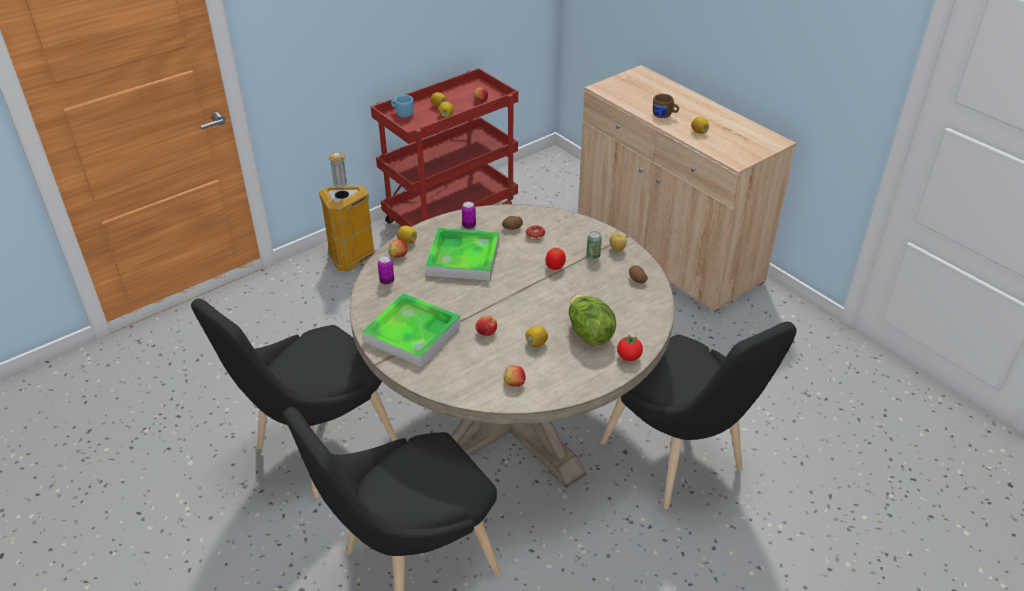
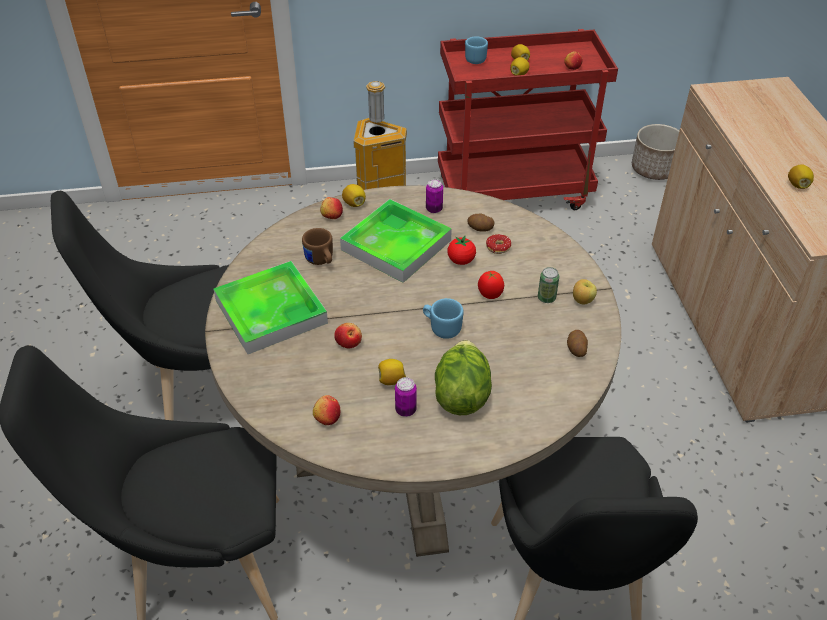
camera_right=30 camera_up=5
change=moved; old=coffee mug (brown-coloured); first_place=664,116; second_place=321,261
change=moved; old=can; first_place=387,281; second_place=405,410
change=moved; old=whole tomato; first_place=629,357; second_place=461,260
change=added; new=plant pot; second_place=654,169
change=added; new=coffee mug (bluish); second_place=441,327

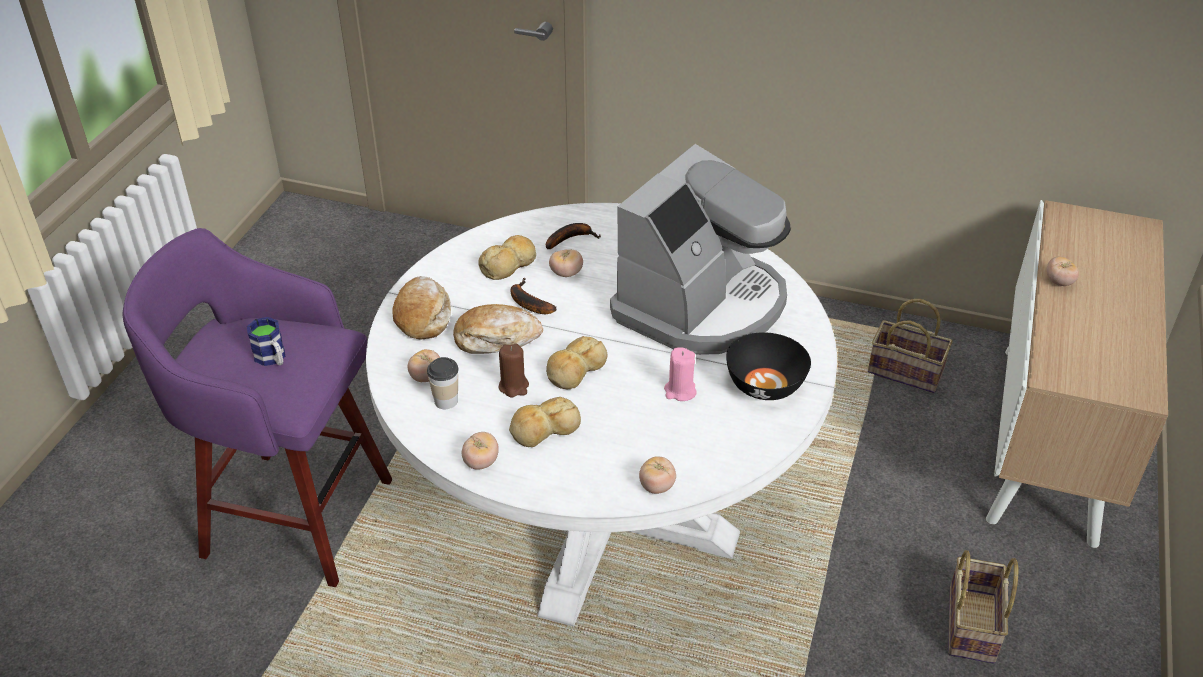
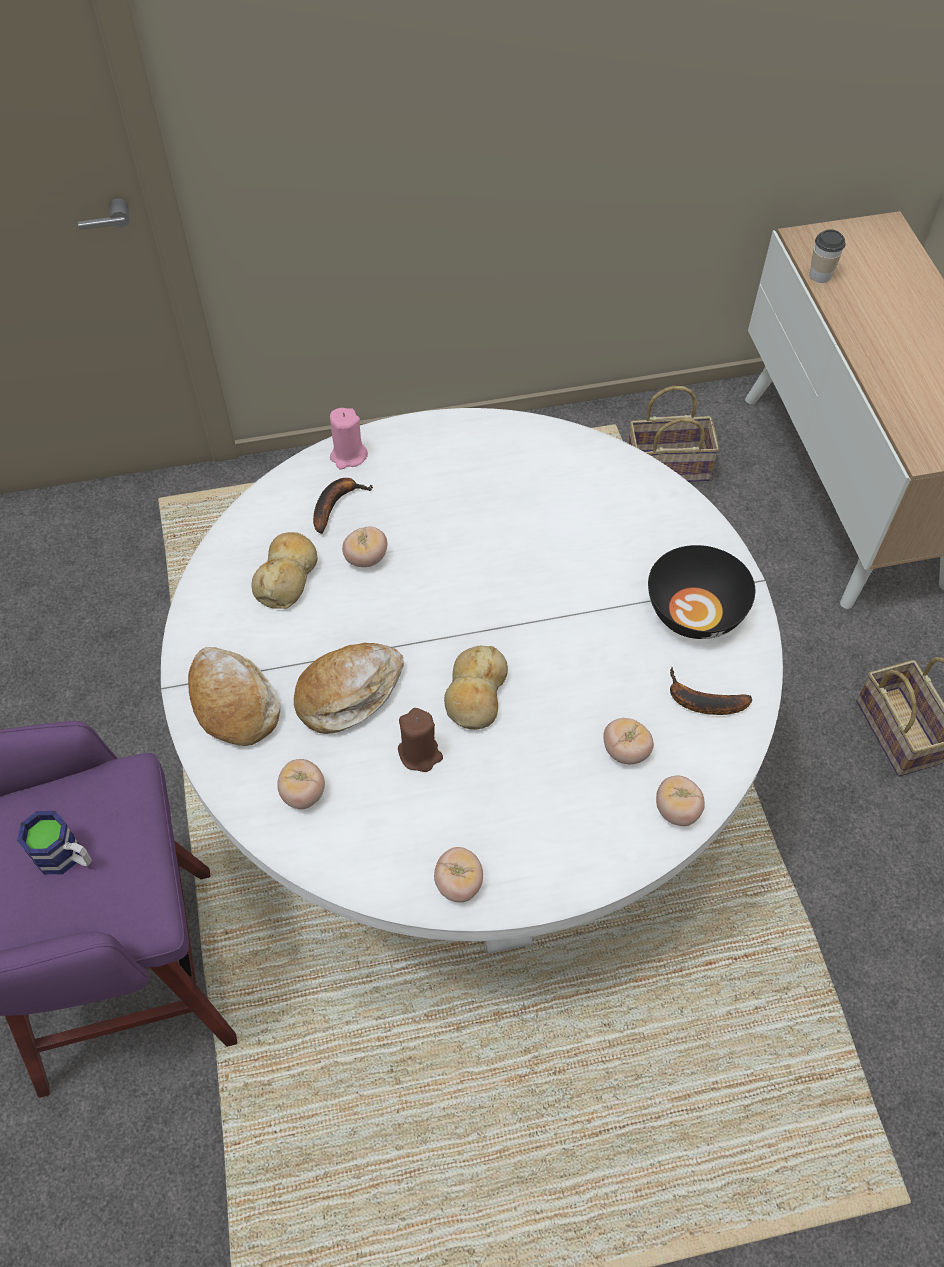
camera_right=-30 camera_up=15
change=removed; old=coffee maker; first_place=702,305
change=moved; old=whole tomato; first_place=1059,282; second_place=625,751
change=moved; old=banana fruit; first_place=527,302; second_place=701,702
change=moved; old=candle (pink); first_place=680,391; second_place=348,456
change=moved; old=cup; first_place=446,401; second_place=820,275
change=removed; old=bread; first_place=544,429

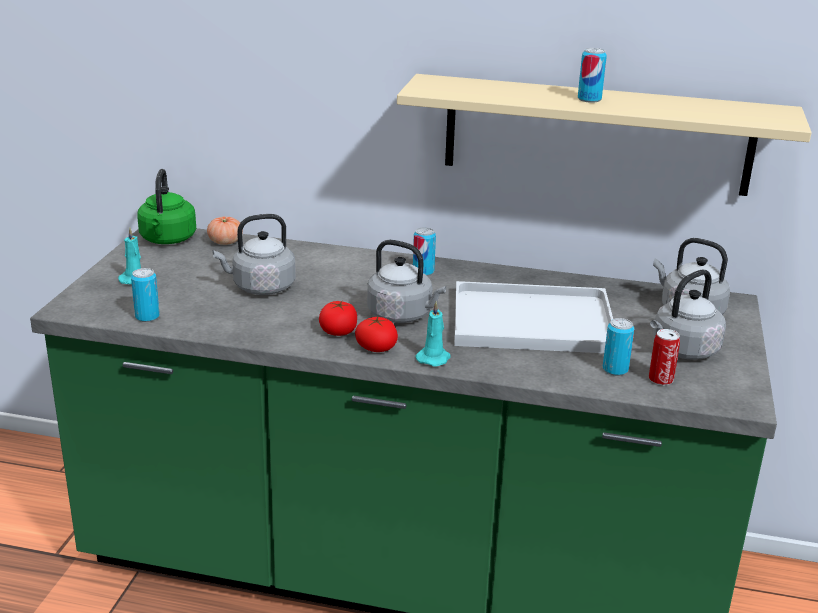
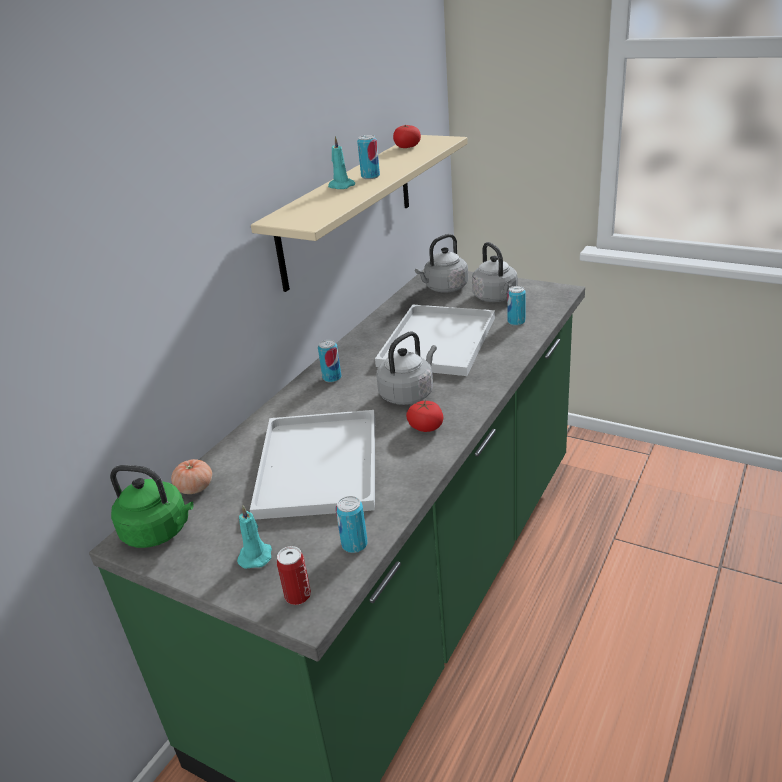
camera_right=-70 camera_up=5
change=replaced; old=tea kettle (grey); new=serving tray (whitish); first_place=260,287; second_place=320,466
change=moved; old=candle (turquoise-coloured); first_place=434,358; second_place=340,186
change=moved; old=whole tomato; first_place=376,347; second_place=407,147
change=moved; old=can; first_place=660,380; second_place=298,596

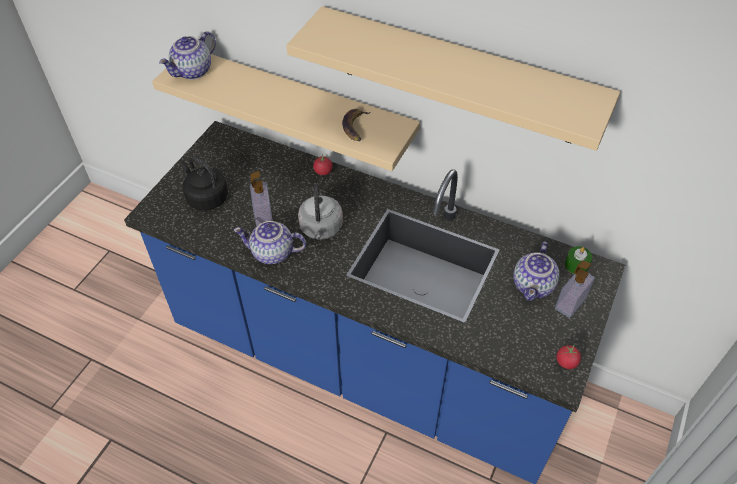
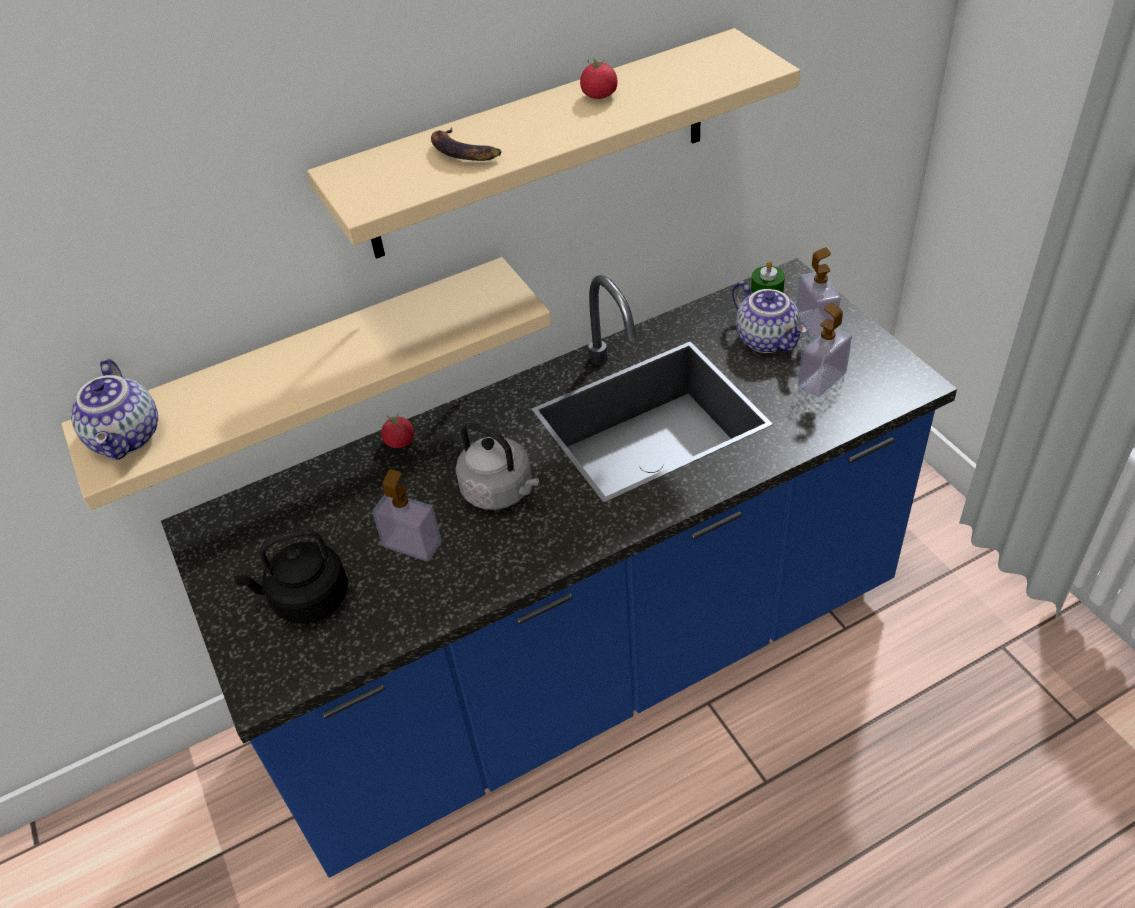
camera_right=-50 camera_up=-5
change=moved; old=banana fruit; first_place=355,127; second_place=464,151
change=removed; old=pot for tea; first_place=272,253
change=moved; old=whole tomato; first_place=566,362; second_place=599,96
change=added; new=soap dispenser; second_place=822,380

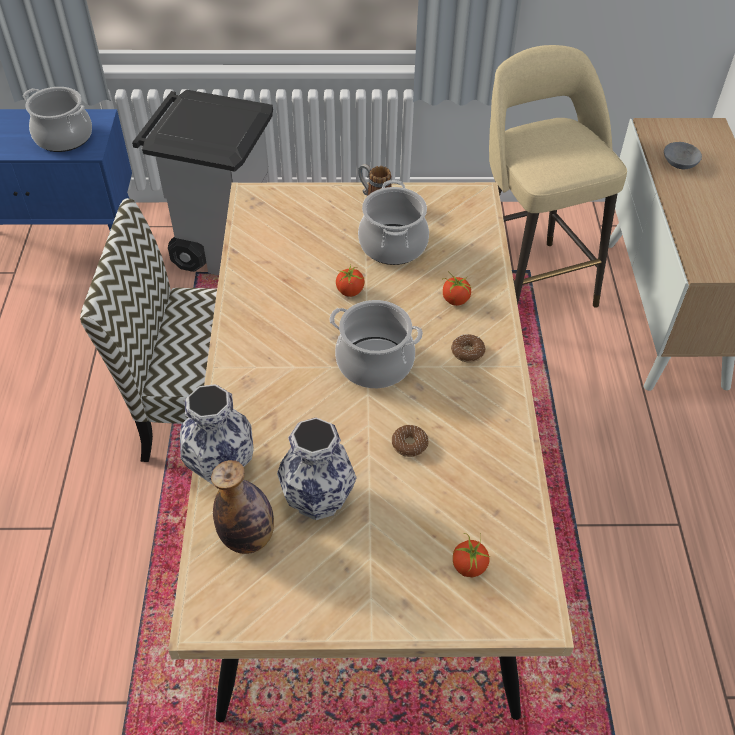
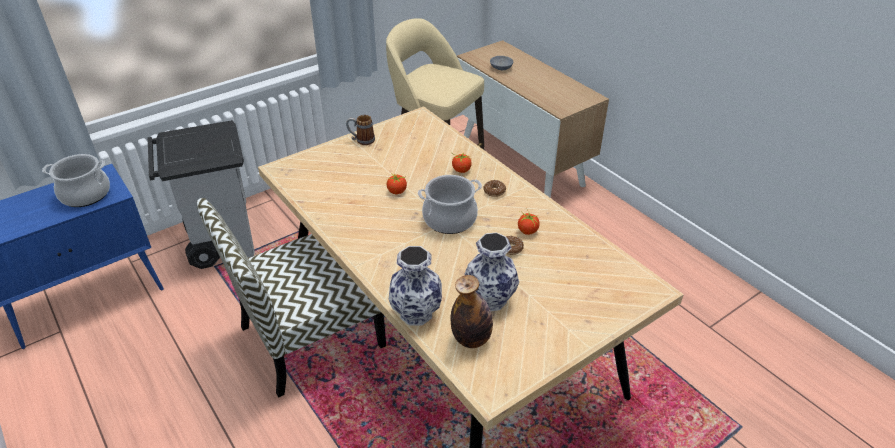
camera_right=-35 camera_up=-10
change=removed; old=saucepot; first_place=393,245
change=moved; old=whole tomato; first_place=469,566; second_place=527,231

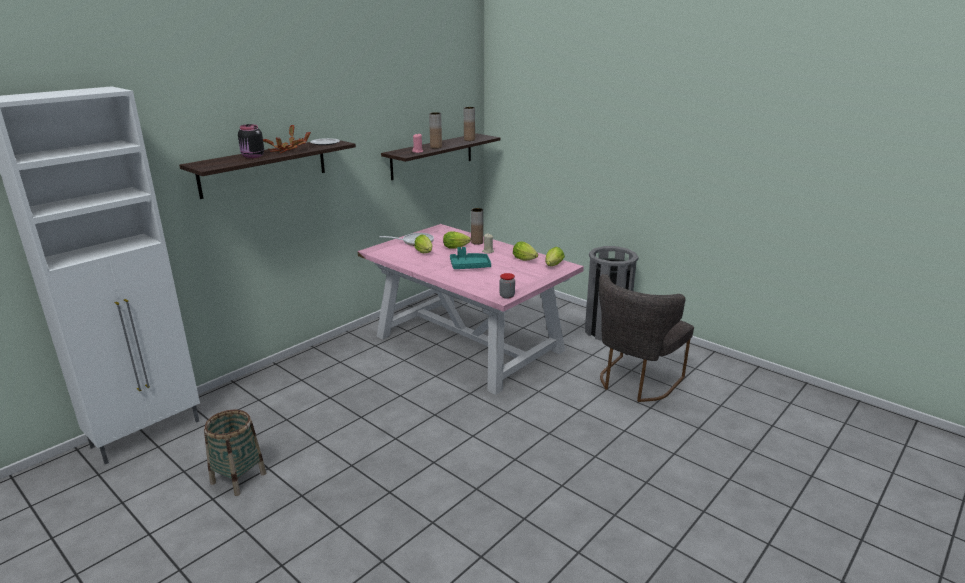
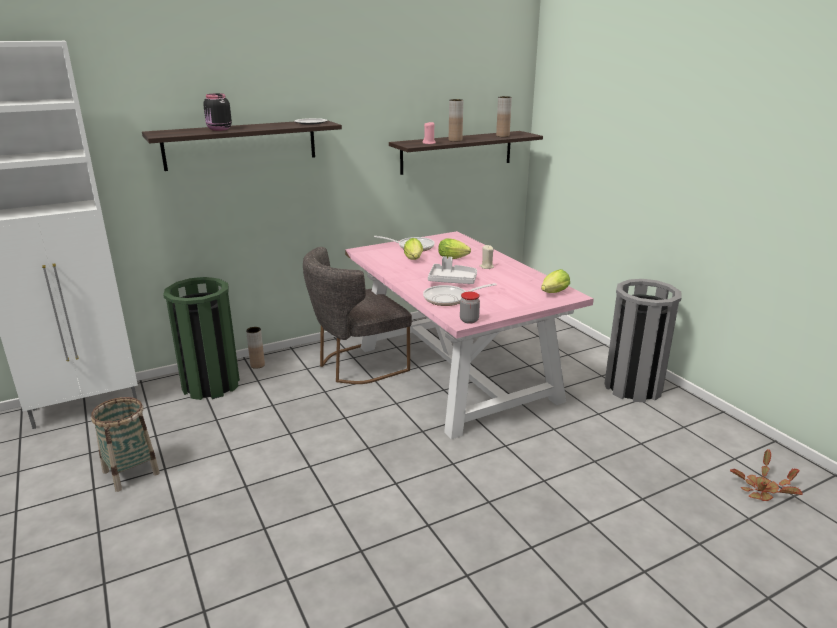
camera_right=20 camera_up=0
change=moved; old=plant in a pot; first_place=286,150; second_place=762,490
change=moved; old=vase (brown-coloured); first_place=477,242; second_place=257,365
change=removed; old=lettuce head; first_place=526,260
change=recoloured; old=serving tray (turquoise-coloured); new=serving tray (grey); first_place=469,266; second_place=452,280
change=moved; old=chair (grey); first_place=635,382; second_place=357,366
change=added; new=trash can (greenish); second_place=211,385
change=added; new=frying pan; second_place=449,299

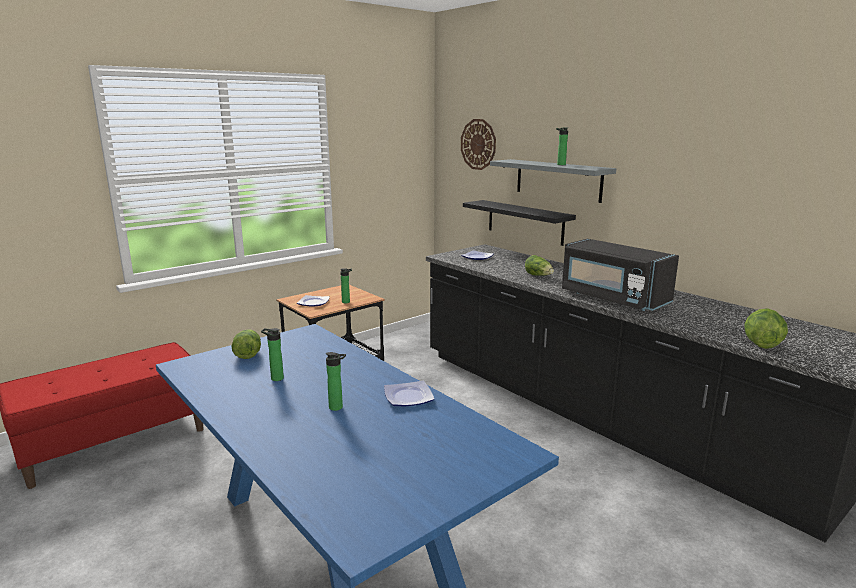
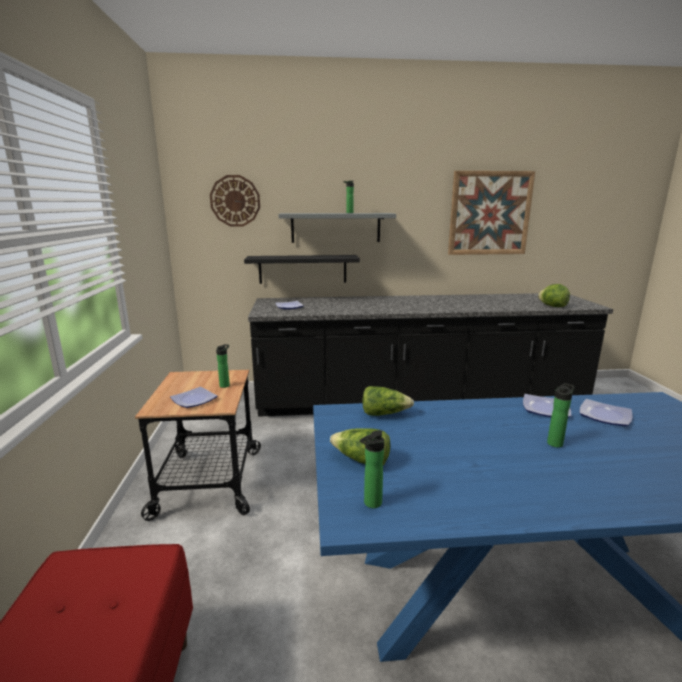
camera_right=-55 camera_up=0
change=removed; old=kitchen microwave (black); first_place=612,298
change=moved; old=lettuce head; first_place=539,276; second_place=384,414
change=moved; old=bottle; first_place=275,378; second_place=371,504
change=added; new=wall art; second_place=489,213
change=added; new=flat dish; second_place=603,415

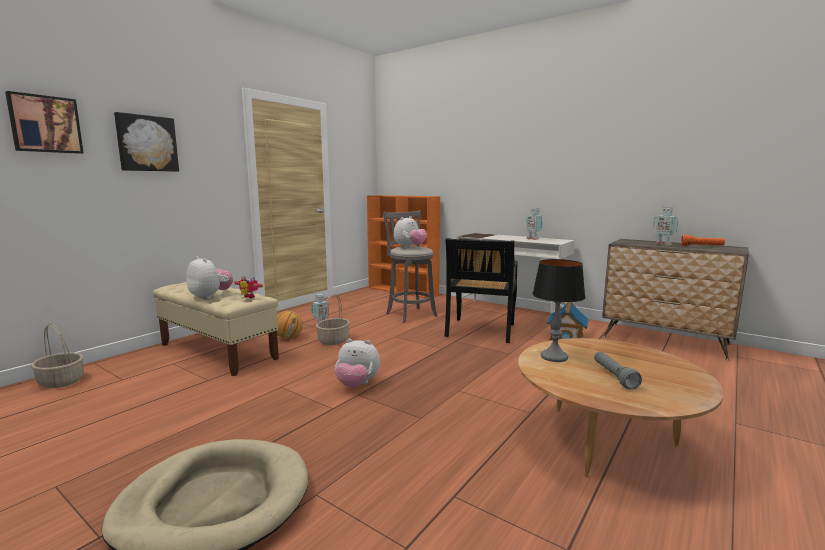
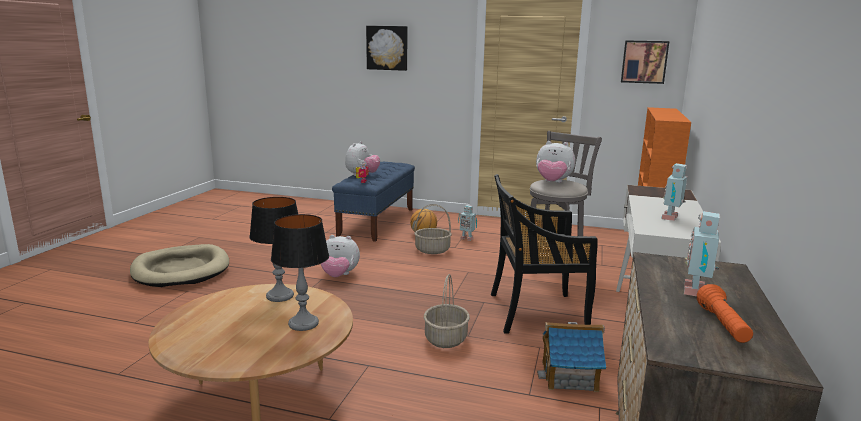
camera_right=70 camera_up=5
change=moved; old=wall art; first_place=45,124; second_place=644,62
change=recoloured; old=long seat (sand-coloured); new=long seat (bluish); first_place=217,351; second_place=377,222
change=moved; old=basket; first_place=62,381; second_place=446,339
change=turned; old=plush toy; first_place=357,385; second_place=339,275; degrees=-75
change=removed; old=torch (grey); first_place=614,377
change=added; new=table lamp; second_place=303,323

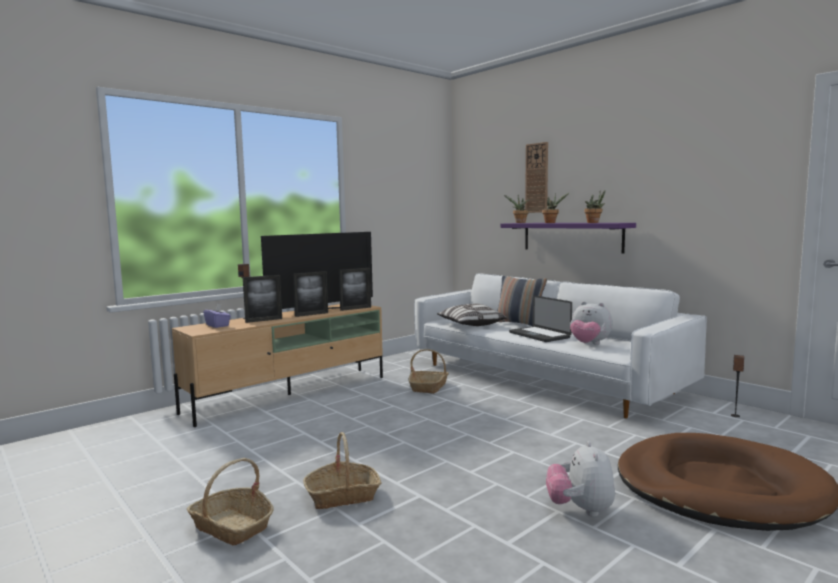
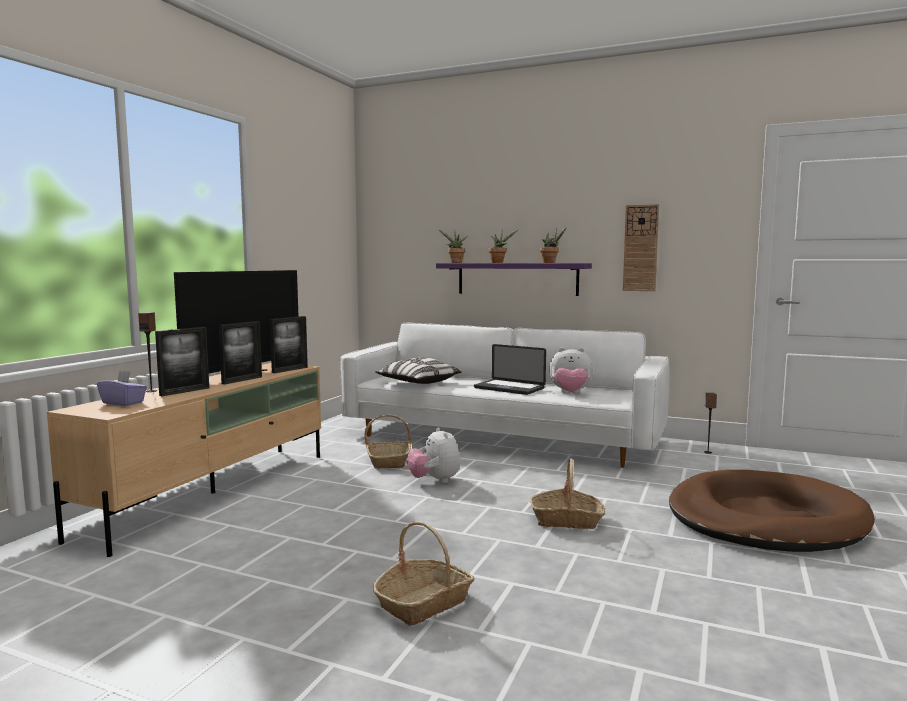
camera_right=-25 camera_up=0
change=moved; old=clock on the wall; first_place=537,178; second_place=640,248
change=removed; old=cushion; first_place=519,323
change=moved; old=plush toy; first_place=580,509; second_place=434,480
change=moved; old=basket; first_place=232,526; second_place=566,520

